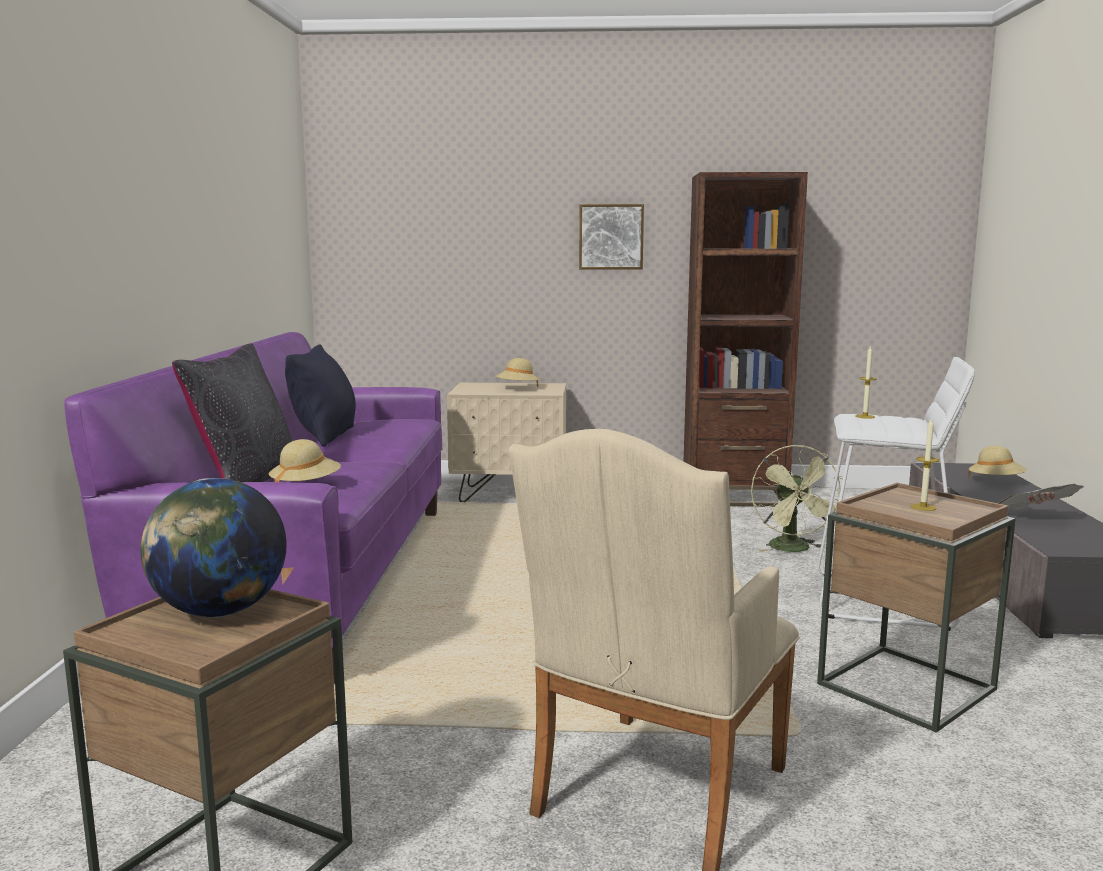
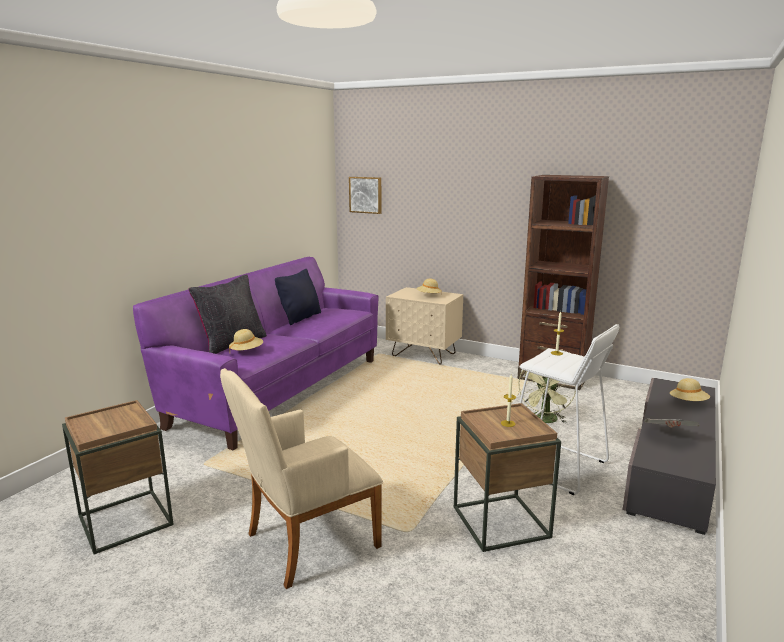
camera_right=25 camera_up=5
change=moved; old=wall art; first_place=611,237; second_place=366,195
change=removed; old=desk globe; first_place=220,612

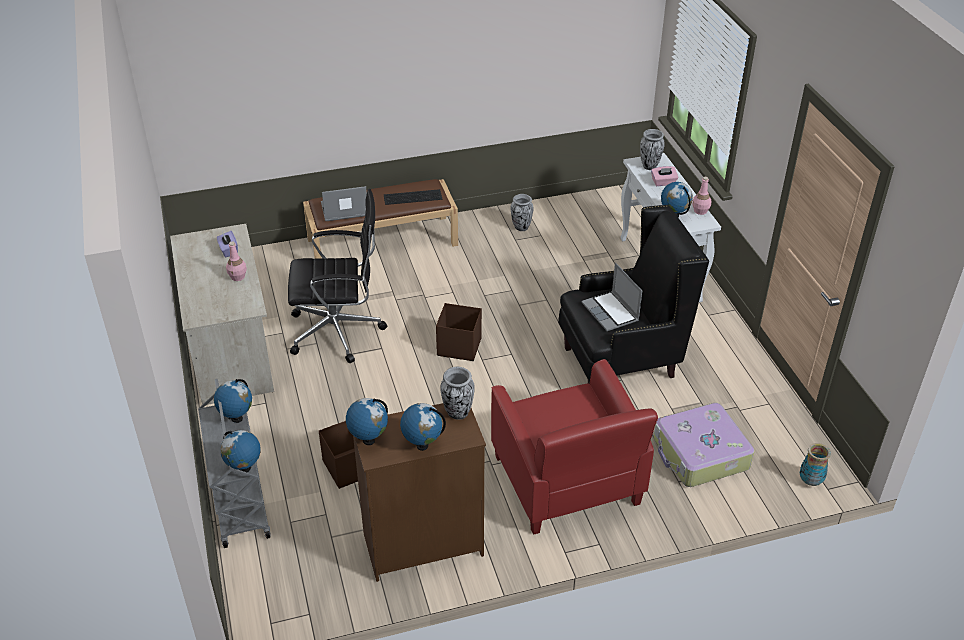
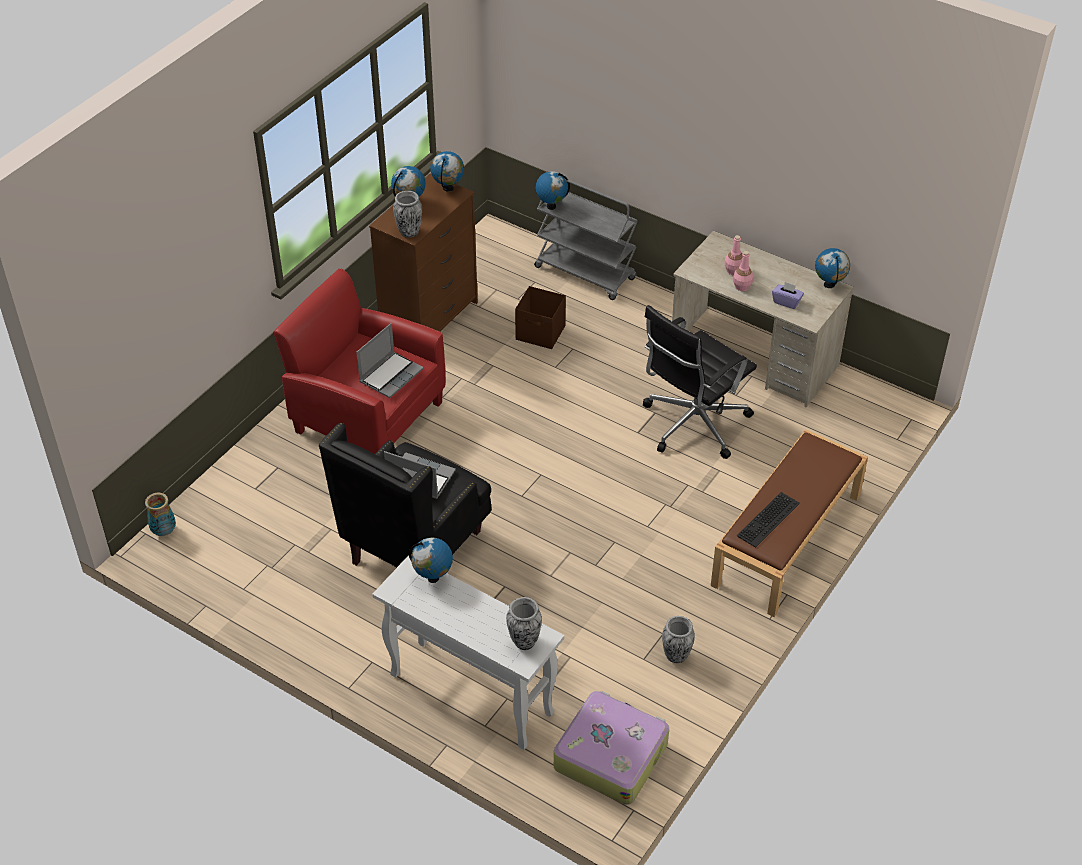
camera_right=140 camera_up=5
change=removed; old=tissue holder (pink); first_place=663,182
change=moved; old=bottle (pink); first_place=700,211; second_place=733,271
change=moved; old=portable computer; first_place=344,210; second_place=391,375
change=removed; old=storage bin (brown-coloured); first_place=458,346
change=moved; old=desk globe; first_place=236,418; second_place=829,285
change=moved; old=piece of luggage; first_place=700,454; second_place=610,755

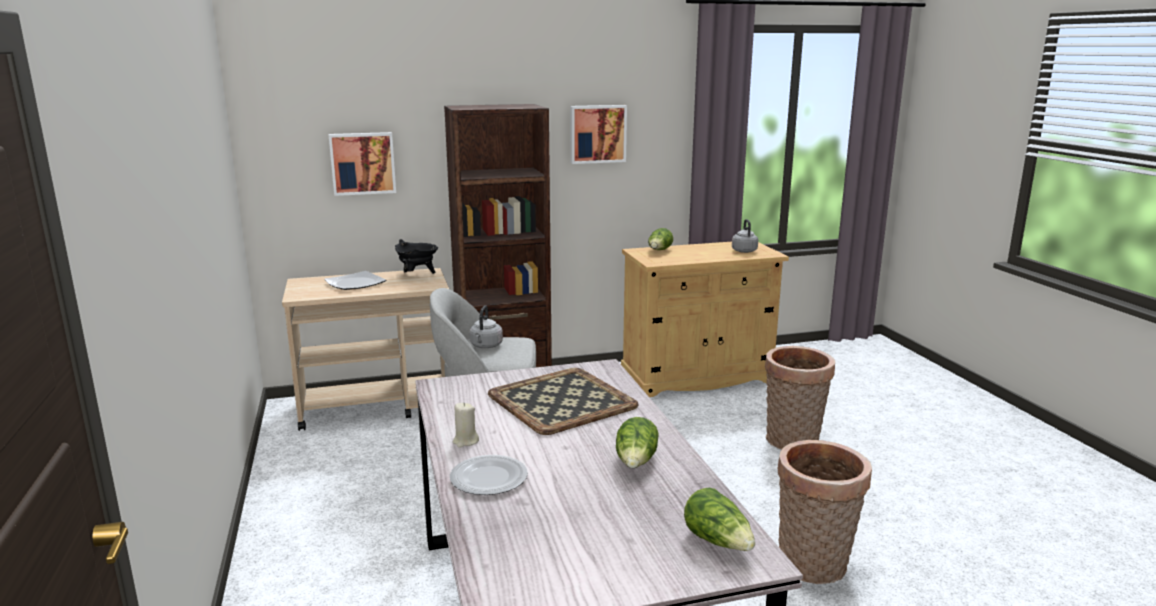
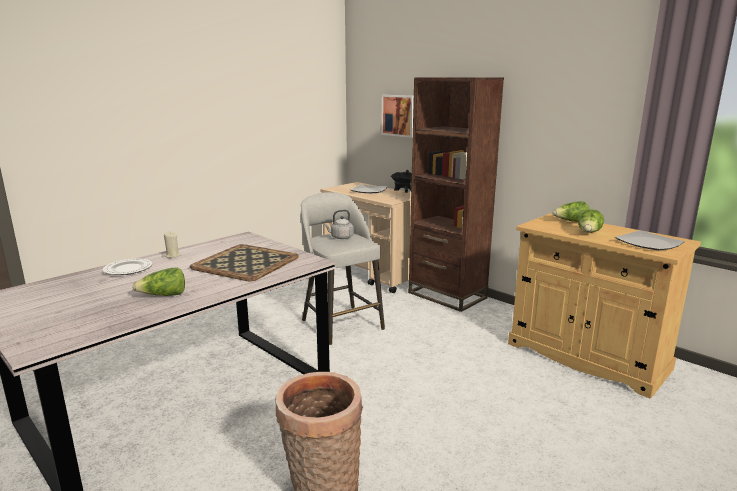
camera_right=60 camera_up=0
change=removed; old=wall art; first_place=597,134
change=replaced; old=tea kettle (grey); new=flat dish; first_place=744,250; second_place=648,243
change=removed; old=basket; first_place=792,442
change=moved; old=lettuce head; first_place=718,541; second_place=589,233

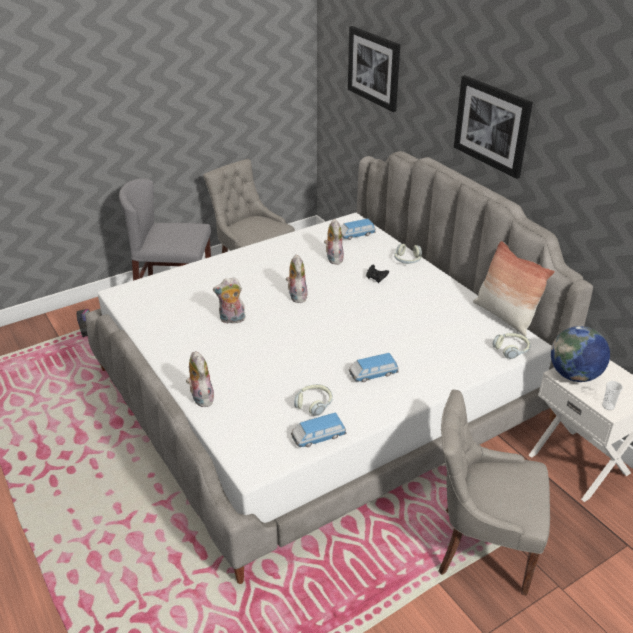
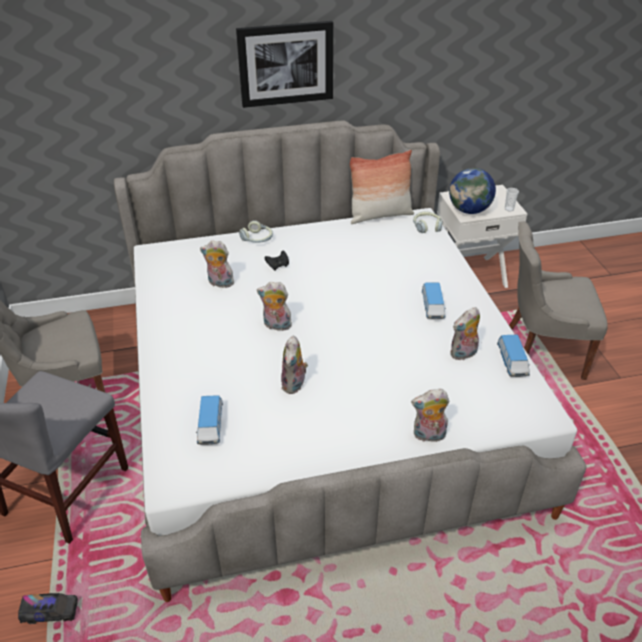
camera_right=-70 camera_up=5
change=removed; old=wall art; first_place=374,68
change=moved; old=miniature car; first_place=356,235; second_place=210,426
change=replaced; old=headphones; new=plush toy; first_place=314,404; second_place=463,354
change=turned; old=chair (grey); first_place=481,547; second_place=541,352; degrees=60

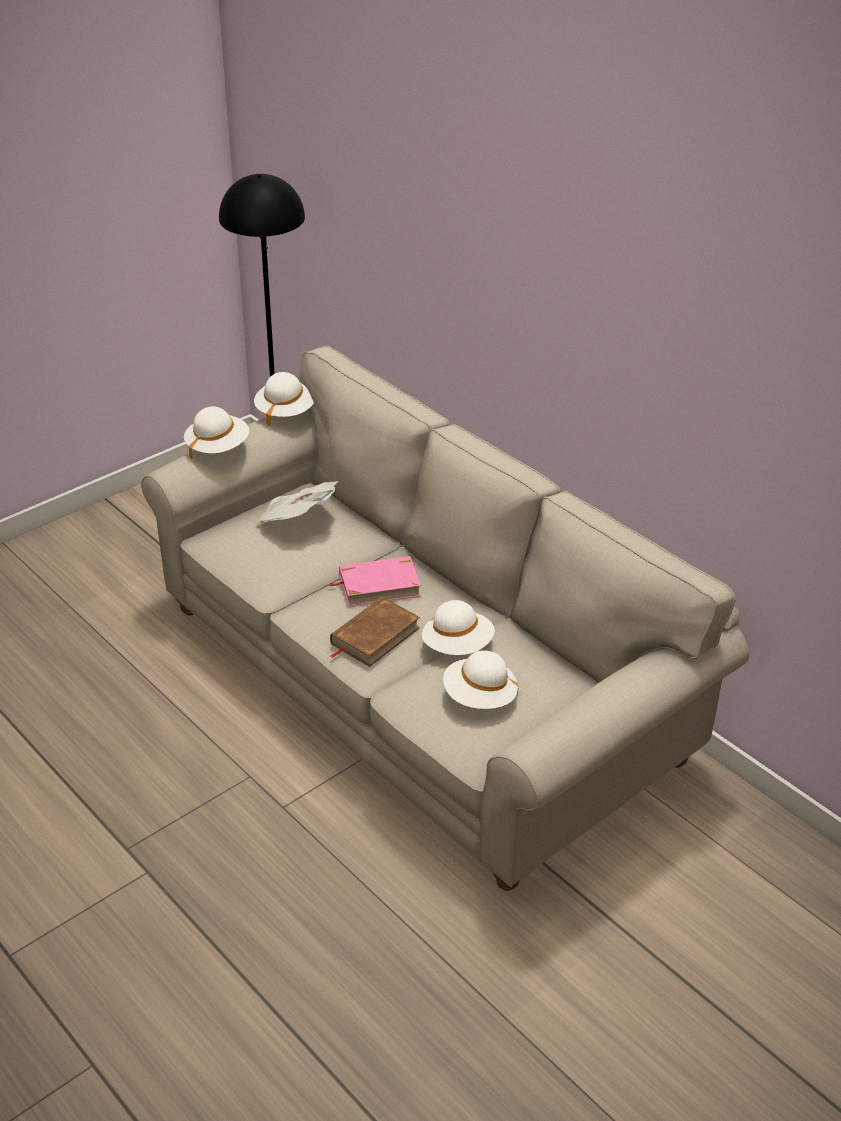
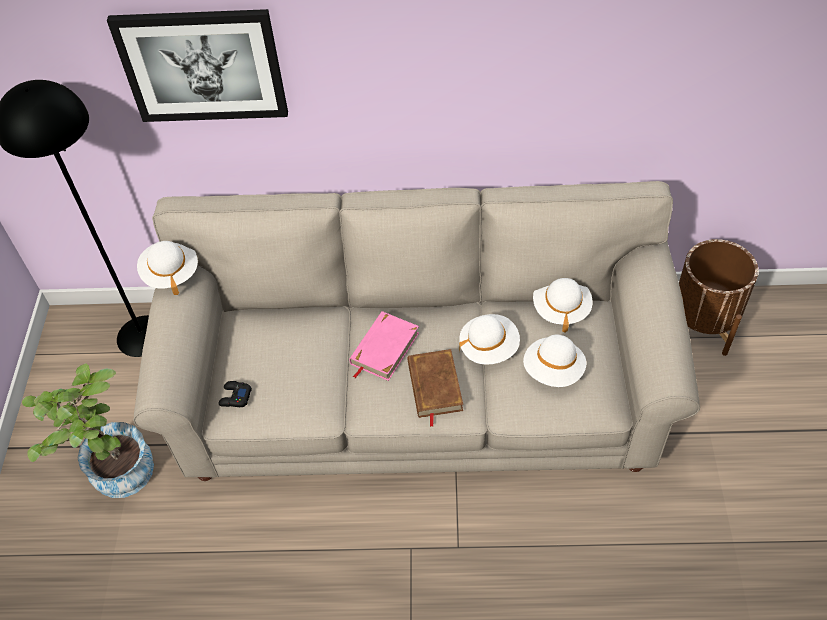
camera_right=-45 camera_up=15
change=moved; old=wearable hat (whitish); first_place=217,447; second_place=561,308
change=removed; old=printed paper; first_place=297,520
change=added; new=wall art; second_place=202,65
change=added; new=plant pot (brown-coloured); second_place=702,324
change=added; new=plant in a pot; second_place=113,470
change=added; new=joypad (black); second_place=235,397

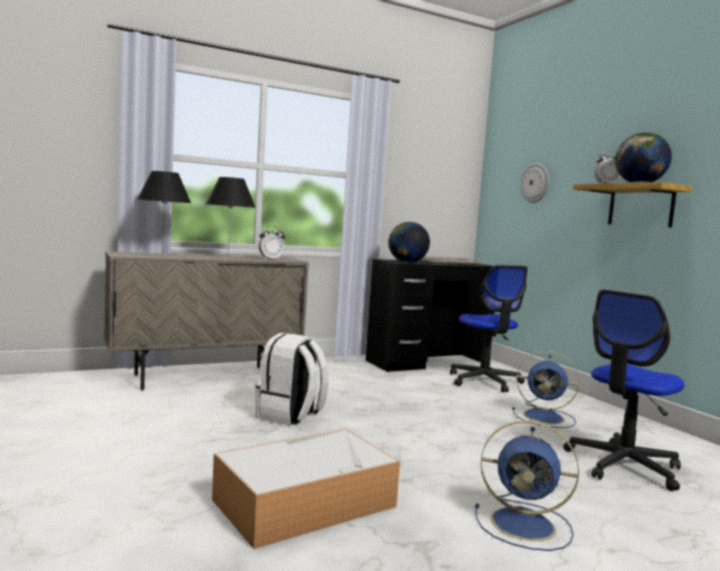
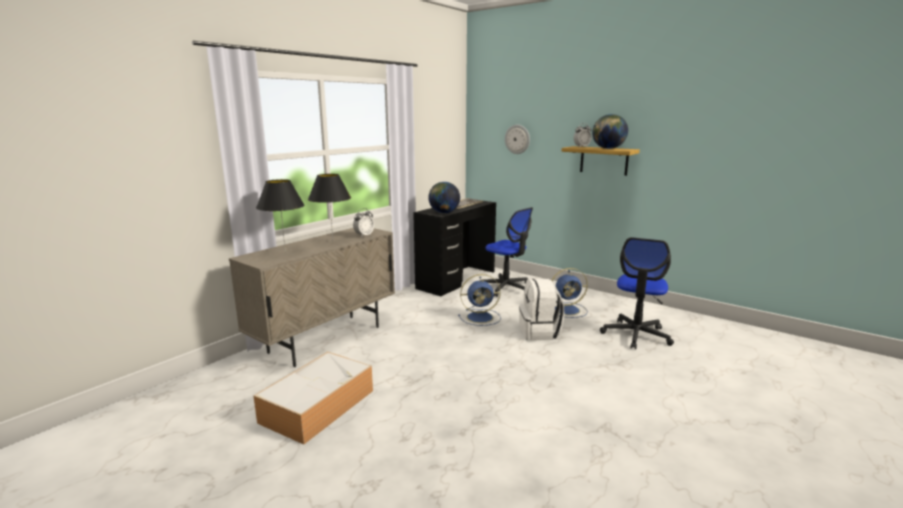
camera_right=-25 camera_up=10
change=moved; old=knapsack (whitish); first_place=290,416; second_place=539,332
change=moved; old=fan (bluish); first_place=525,525; second_place=481,317
change=moved; old=storage bin; first_place=306,502; second_place=319,405

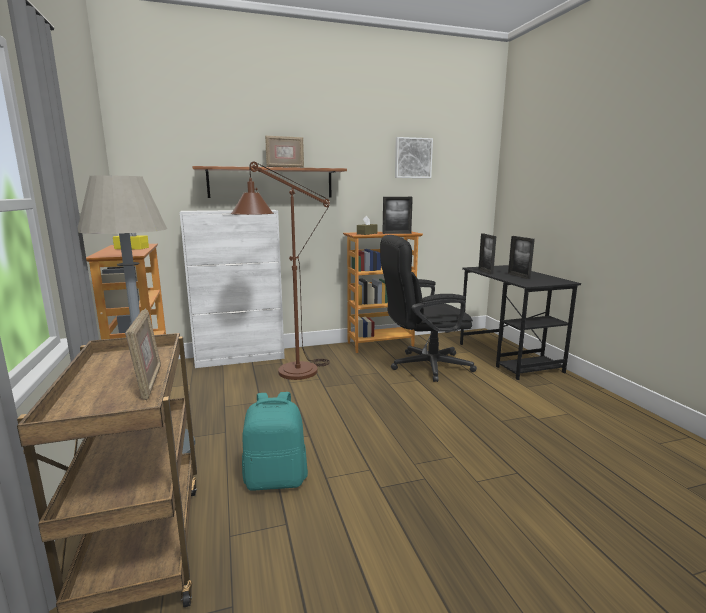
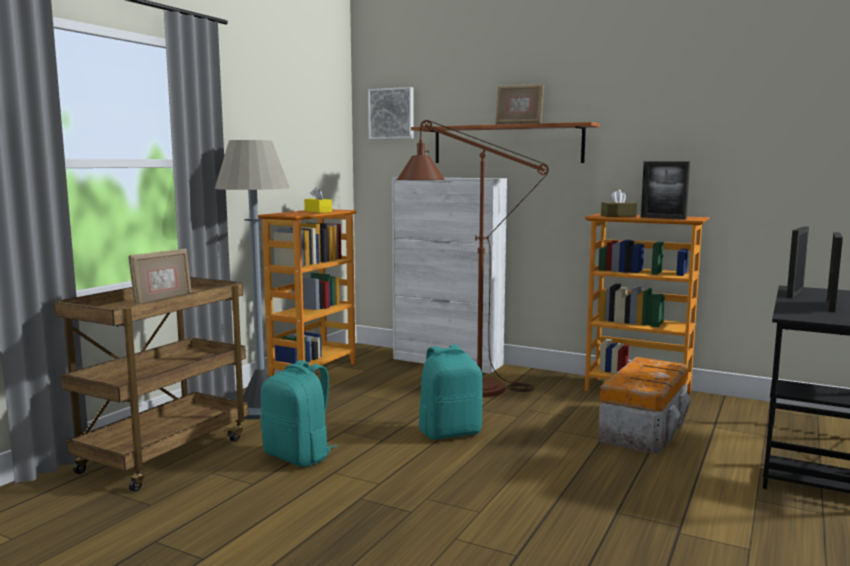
camera_right=45 camera_up=-5
change=moved; old=wall art; first_place=412,158; second_place=392,114
change=replaced; old=computer chair (black); new=storage bin; first_place=423,366; second_place=644,428
change=added; new=knapsack (turquoise-coloured); second_place=450,432

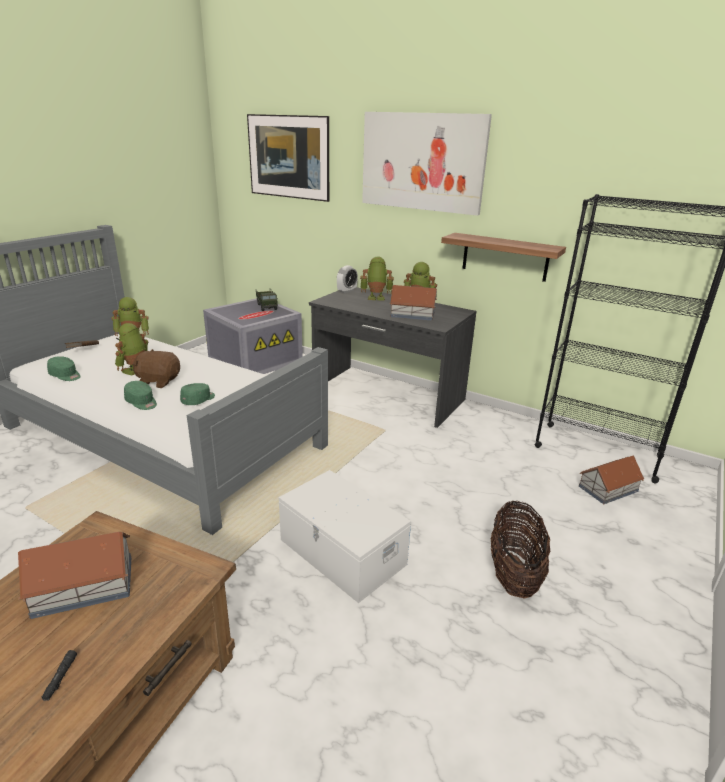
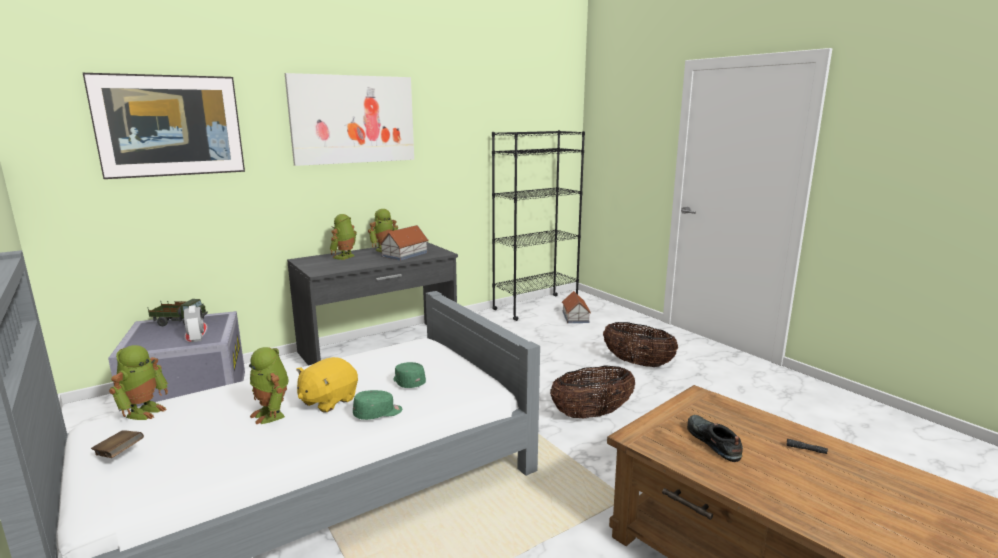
camera_right=-65 camera_up=-10
change=removed; old=wall shelf; first_place=505,257
change=moved; old=table clock; first_place=347,291; second_place=196,338
change=recoloured; old=plush toy (brown-coloured); new=plush toy (yellow); first_place=158,381; second_place=328,401
change=removed; old=baseball cap (greenish); first_place=65,375
change=replaced; old=storage bin (whitish); new=basket; first_place=341,553; second_place=592,414
change=replaced; old=model house; new=low shoe (black); first_place=83,585; second_place=712,442

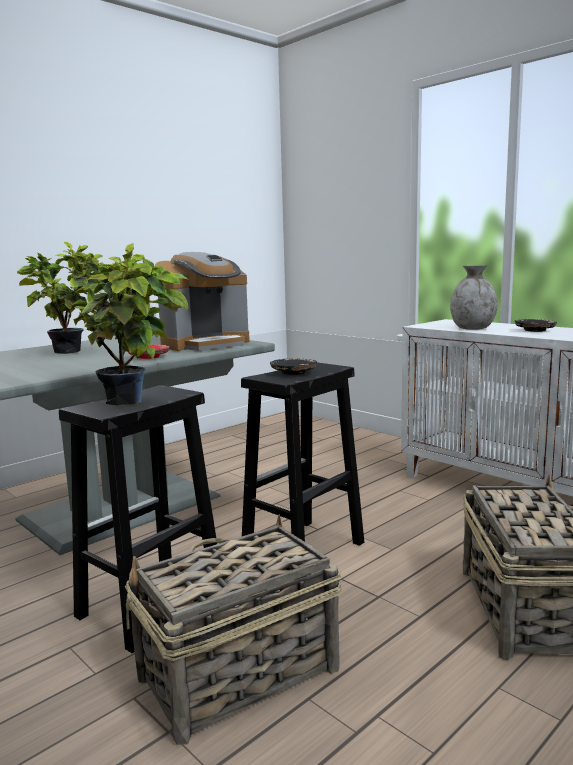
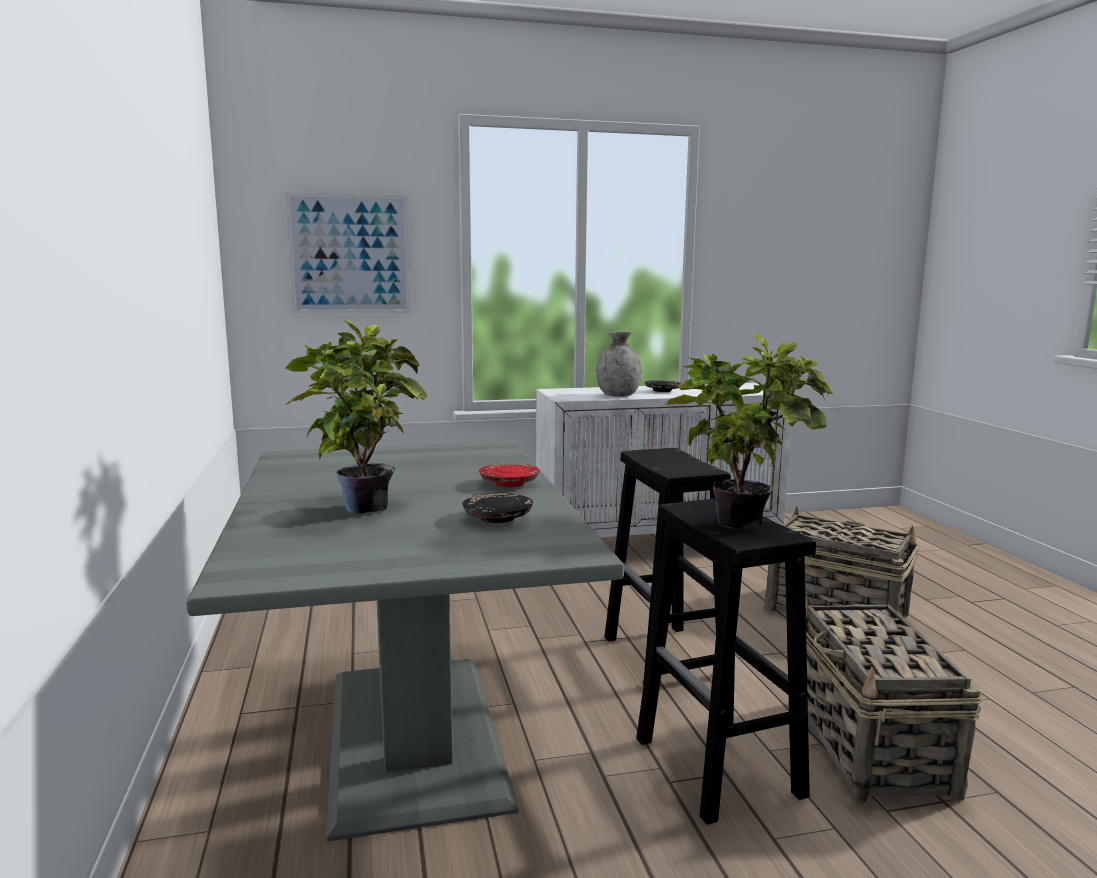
camera_right=-60 camera_up=0
change=removed; old=coffee maker; first_place=206,344
change=moved; old=flat dish (black); first_place=293,373; second_place=497,518
change=added; new=wall art; second_place=350,254

